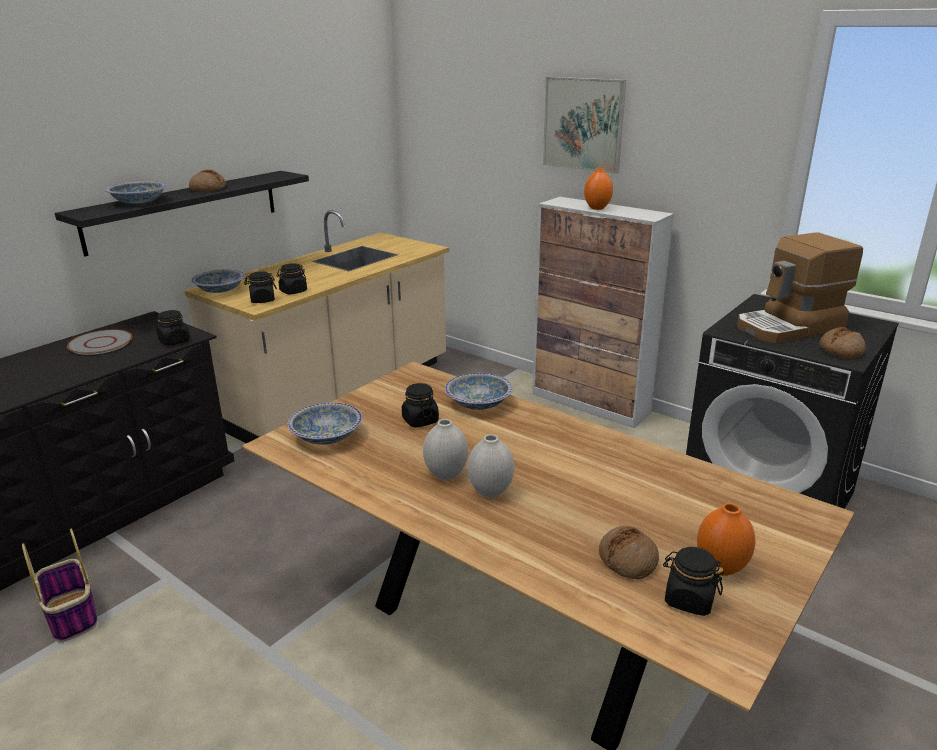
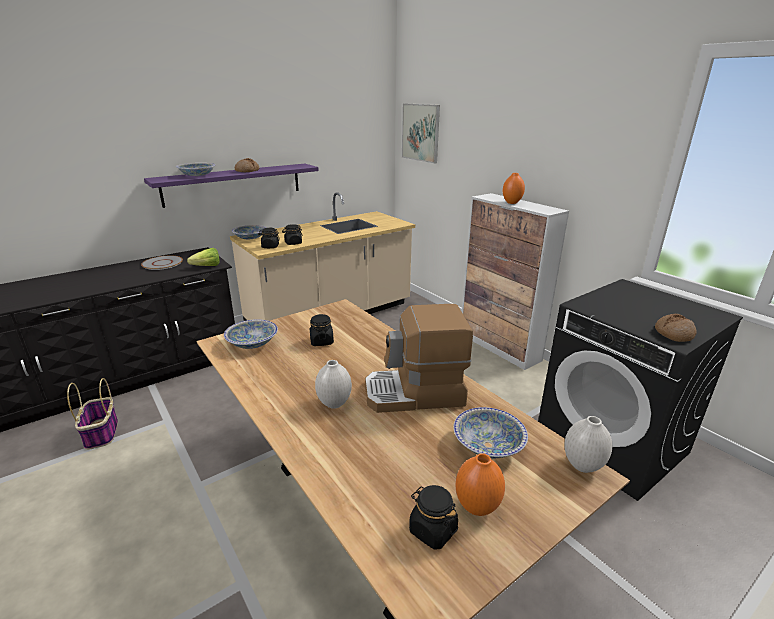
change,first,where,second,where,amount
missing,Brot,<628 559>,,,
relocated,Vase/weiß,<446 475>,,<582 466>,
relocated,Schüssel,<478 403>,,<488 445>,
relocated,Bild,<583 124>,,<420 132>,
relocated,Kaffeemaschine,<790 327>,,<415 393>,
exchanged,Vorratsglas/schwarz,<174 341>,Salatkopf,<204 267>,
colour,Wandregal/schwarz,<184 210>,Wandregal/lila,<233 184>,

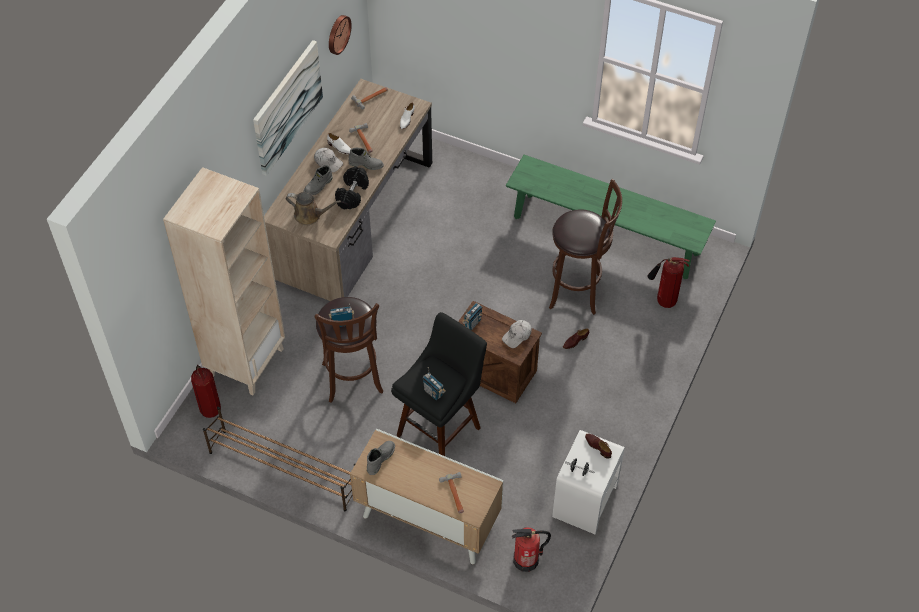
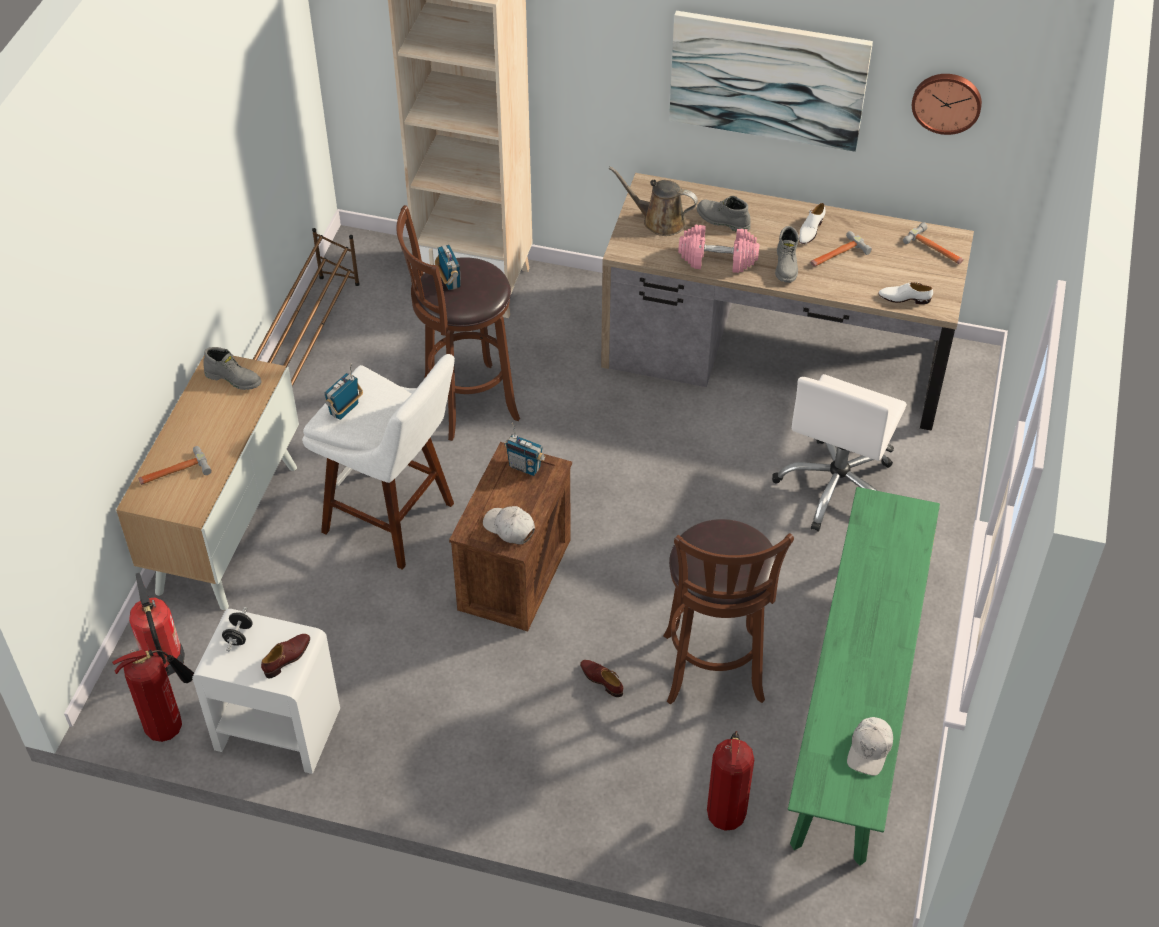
change,first,where,second,where,amount
appeared,,,Bürostuhl/weiß,<837 487>,
relocated,Feuerlöscher,<209 409>,,<169 726>,
relocated,Kappe/weiß,<328 162>,,<869 750>,
colour,Hantel/schwarz,<352 194>,Hantel/rosa,<717 260>,
colour,Hocker/schwarz,<441 428>,Hocker/weiß,<394 520>,
spun,Gießkanne/braun,<310 215>,,<659 221>,105 degrees clockwise

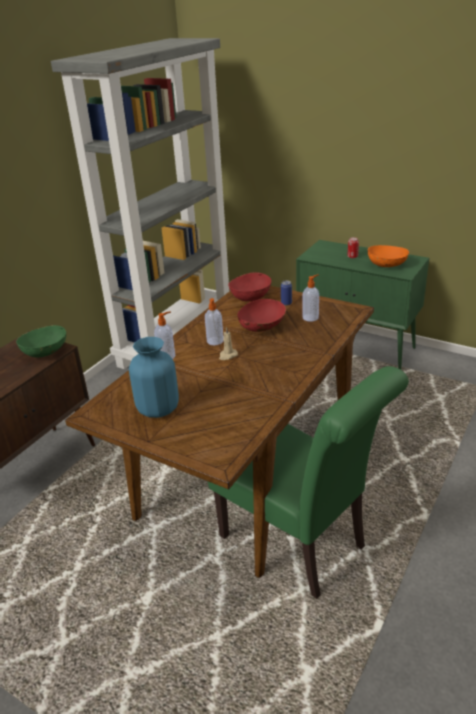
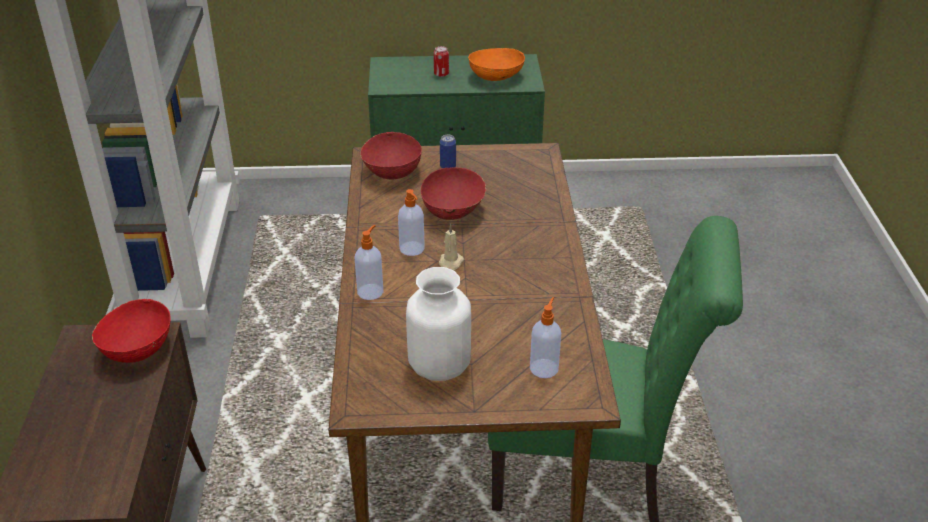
change,first,where,second,where,amount
relocated,Seifenspender,<311 317>,,<544 367>,
colour,Schüssel/grün,<45 352>,Schüssel/rot,<137 348>,
colour,Vase/blau,<158 408>,Vase/weiß,<439 365>,

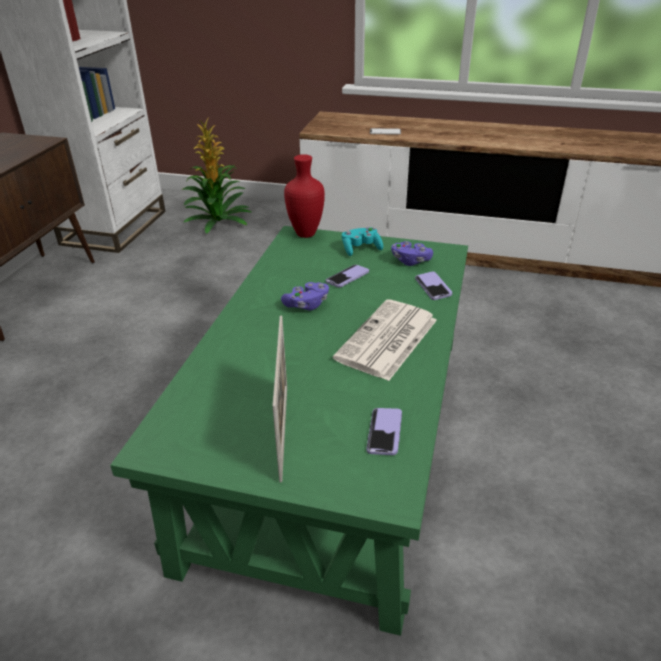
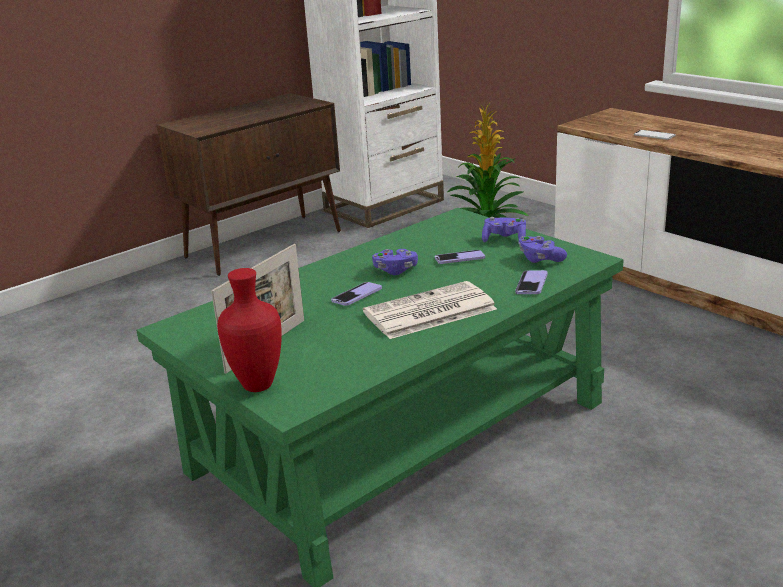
change,first,where,second,where,amount
relocated,Vase/rot,<304 234>,,<255 385>,
relocated,Handy,<384 432>,,<357 295>,
colour,Gamepad/türkis,<361 249>,Gamepad/lila,<504 239>,

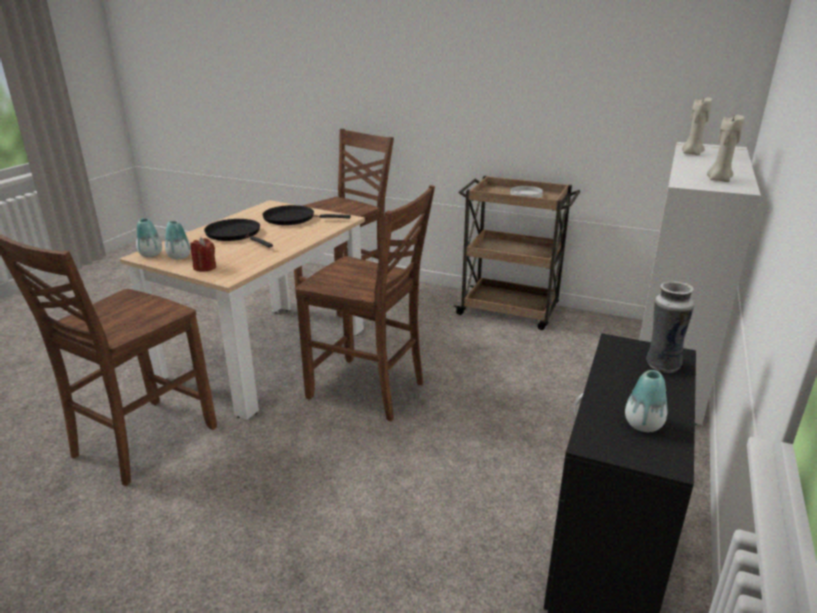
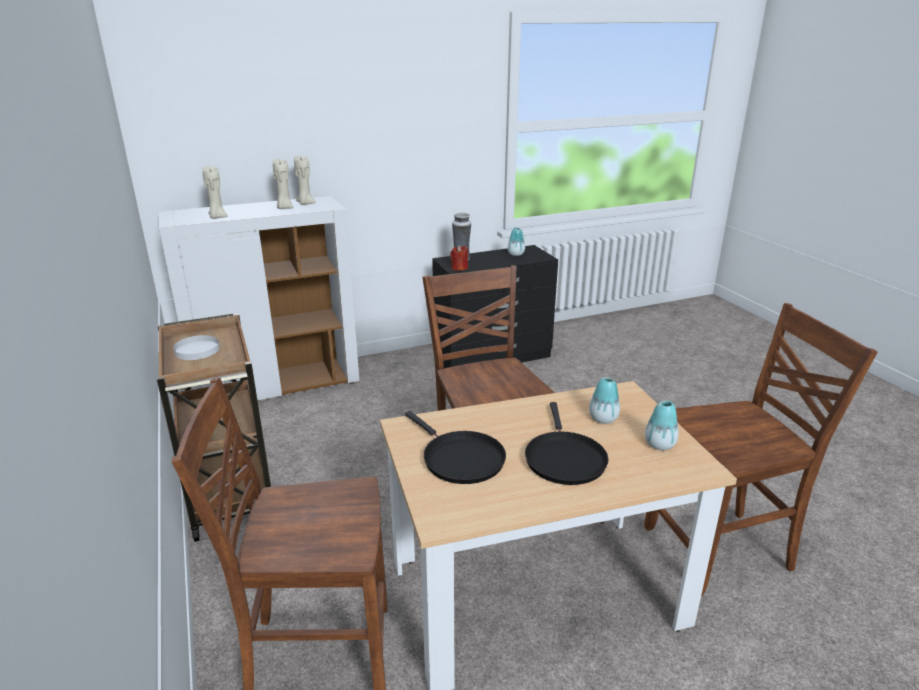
change,first,where,second,where,amount
appeared,,,Kerze/beige,<284 208>,
relocated,Vase,<151 254>,,<603 419>,
relocated,Kerze/rot,<205 267>,,<459 268>,

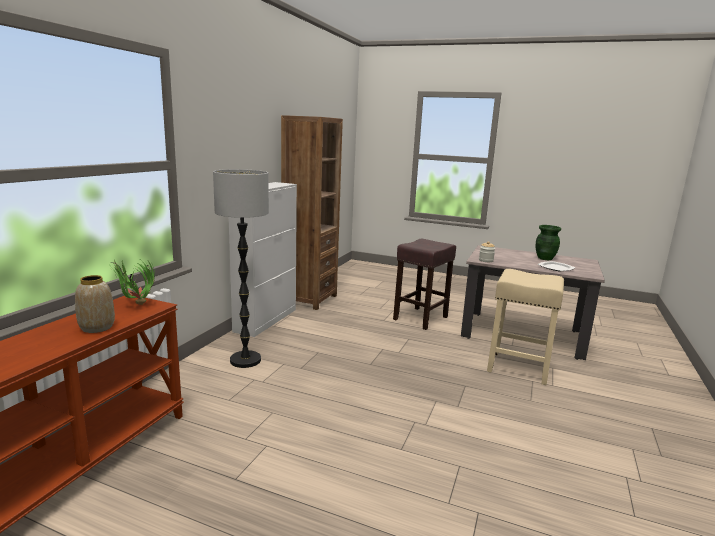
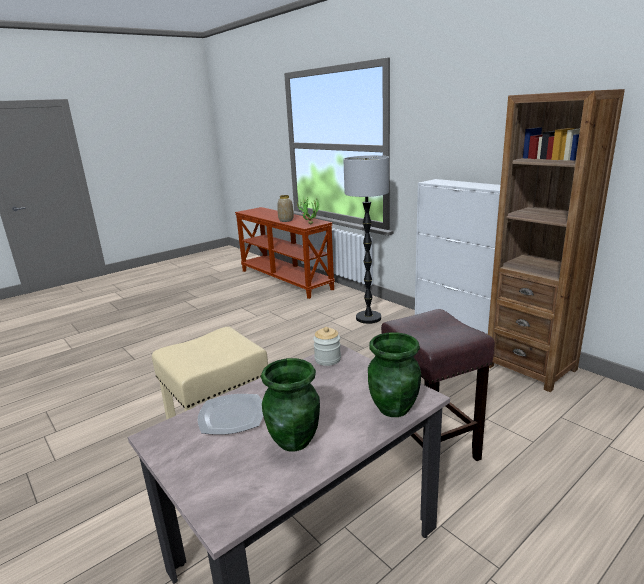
change,first,where,second,where,amount
appeared,,,Vase/grün,<394 408>,

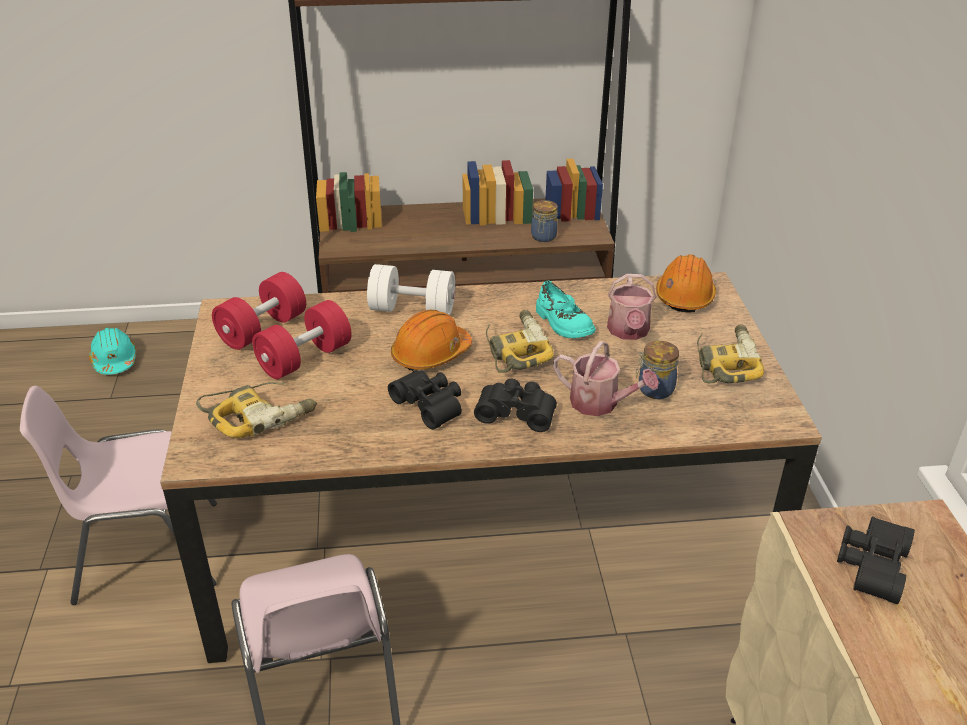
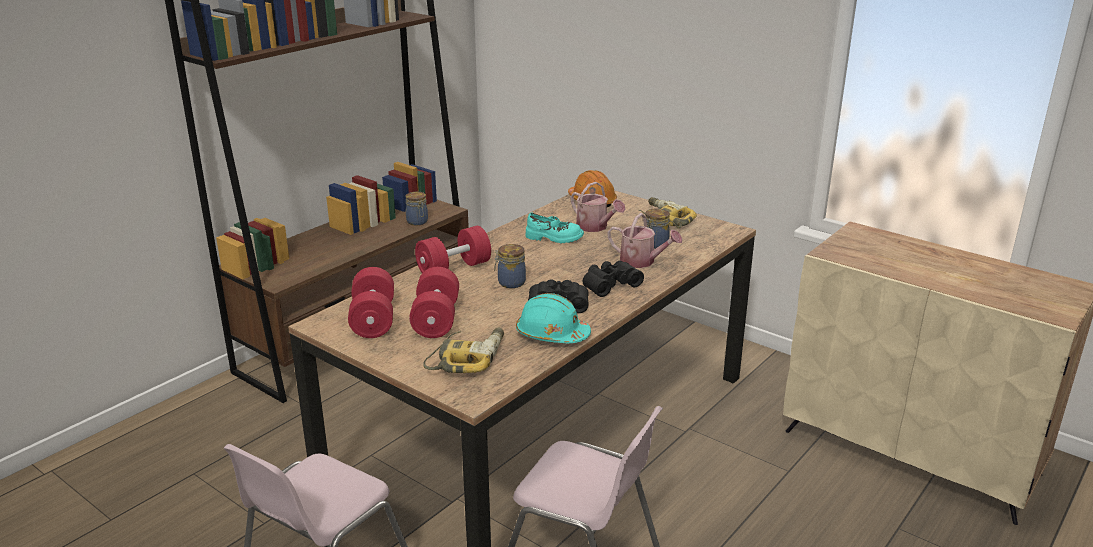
change,first,where,second,where,amount
missing,Bohrmaschine,<514 349>,,,
missing,Fernglas/schwarz,<870 565>,,,
relocated,Schutzhelm/türkis,<114 361>,,<552 334>,
exchanged,Schutzhelm/orange,<431 354>,Vorratsglas,<510 283>,
colour,Hantel/weiß,<412 310>,Hantel/rot,<454 268>,
spun,Gießkanne,<600 403>,,<642 262>,45 degrees clockwise

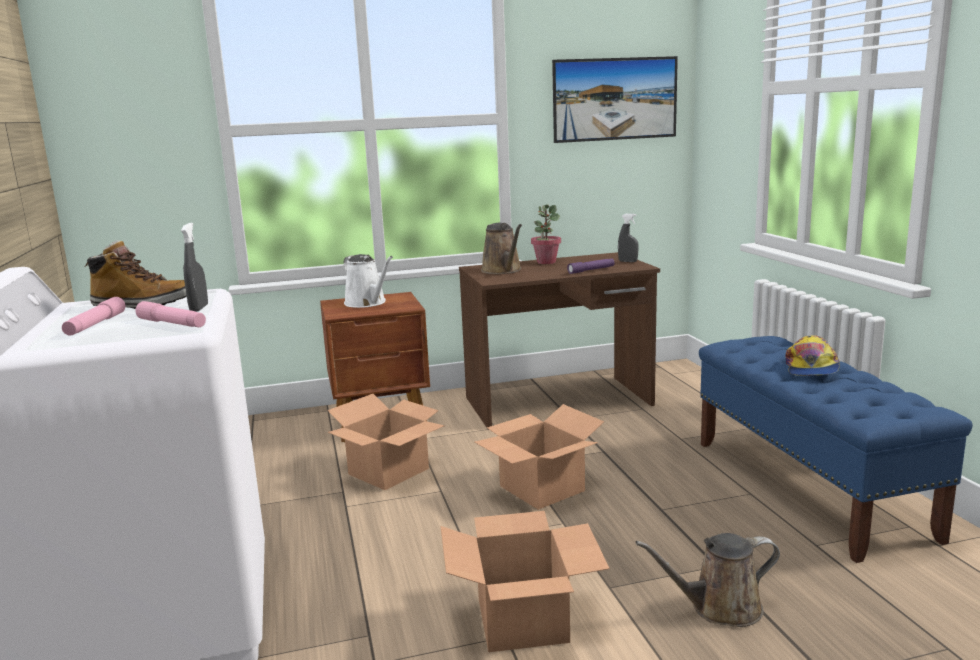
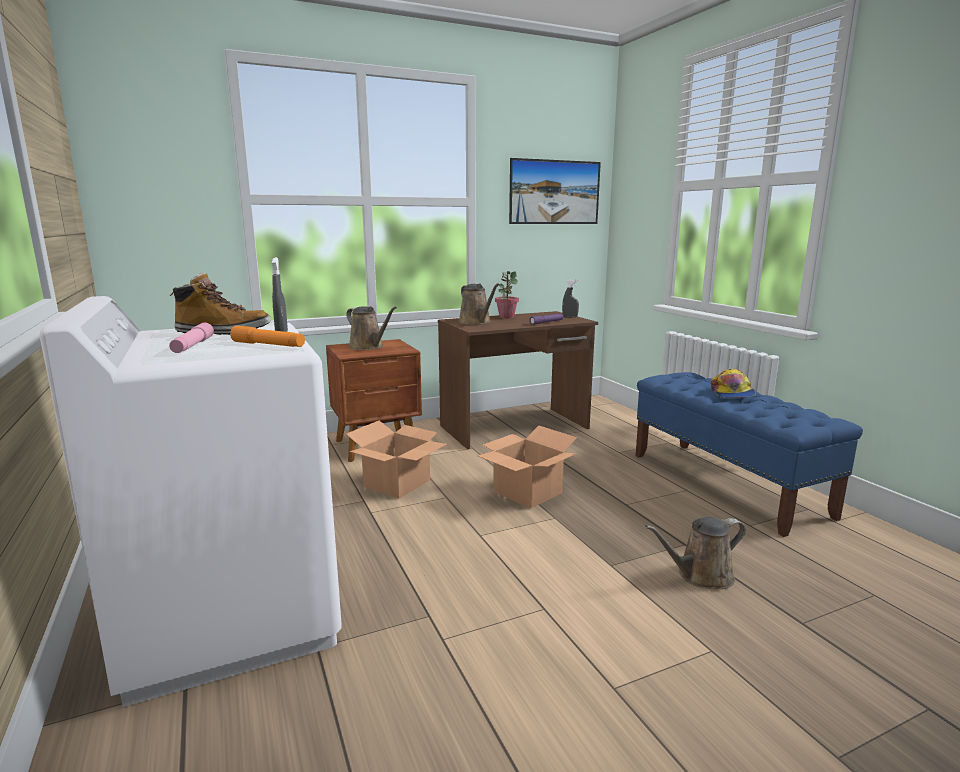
change,first,where,second,where,amount
missing,Karton,<521 619>,,,
colour,Taschenlampe/rosa,<172 323>,Taschenlampe/orange,<268 345>,
colour,Gießkanne/weiß,<367 303>,Gießkanne/braun,<368 347>,

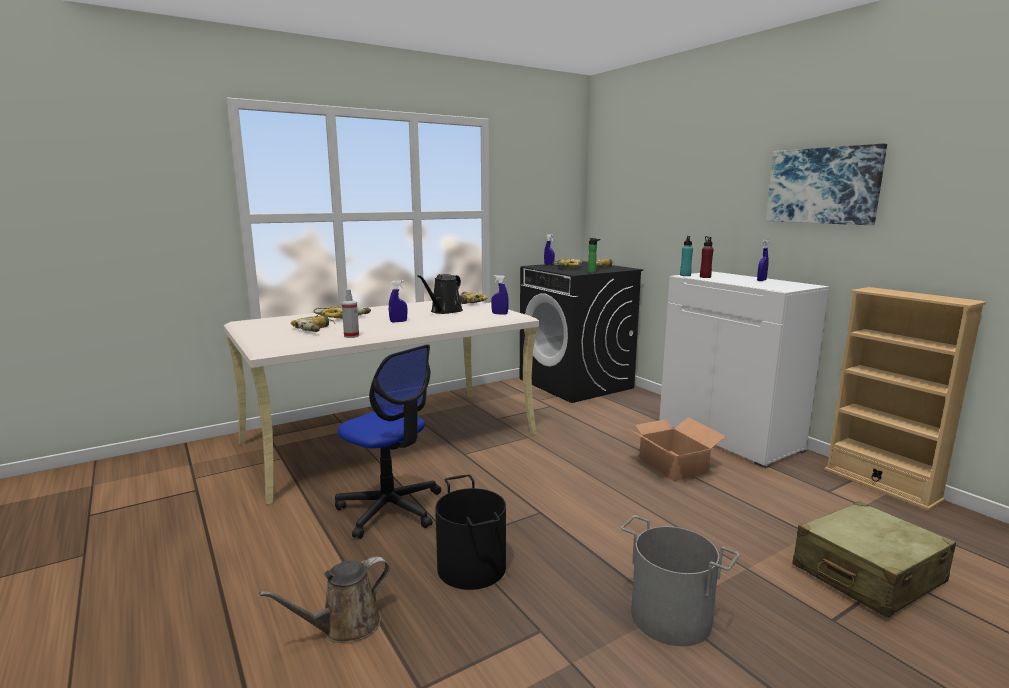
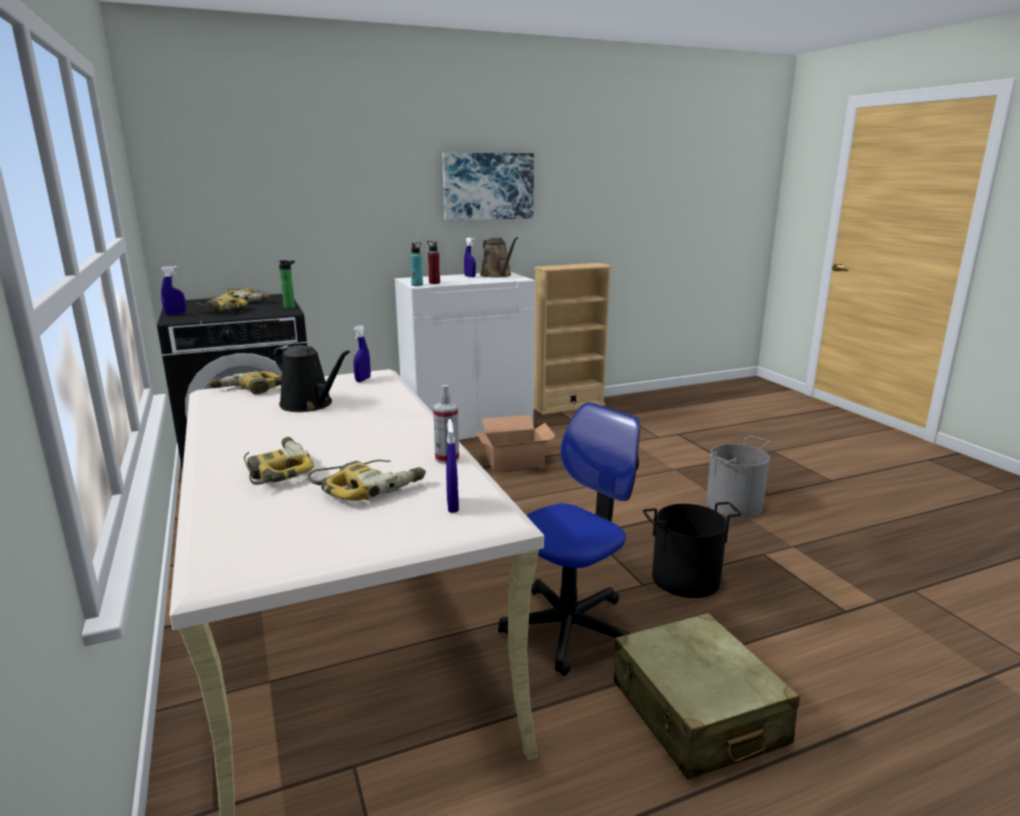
change,first,where,second,where,amount
relocated,Gießkanne/braun,<345 626>,,<497 275>,
relocated,Sprühflasche/blau,<398 321>,,<452 506>,
relocated,Koffer/beige,<867 575>,,<697 713>,

